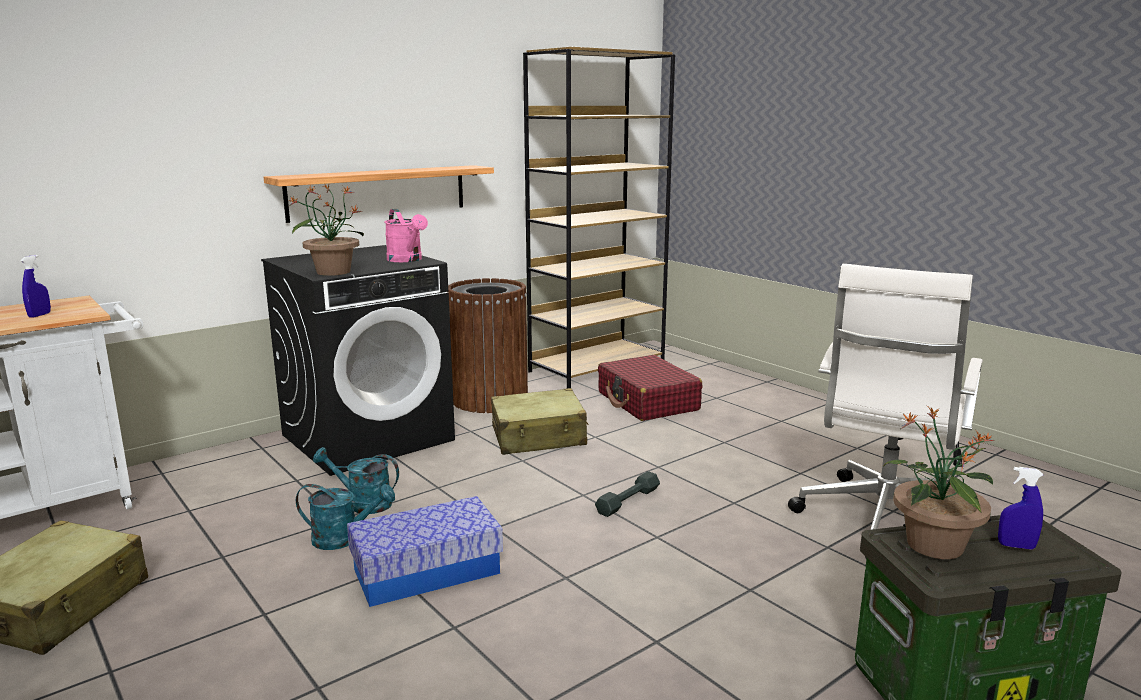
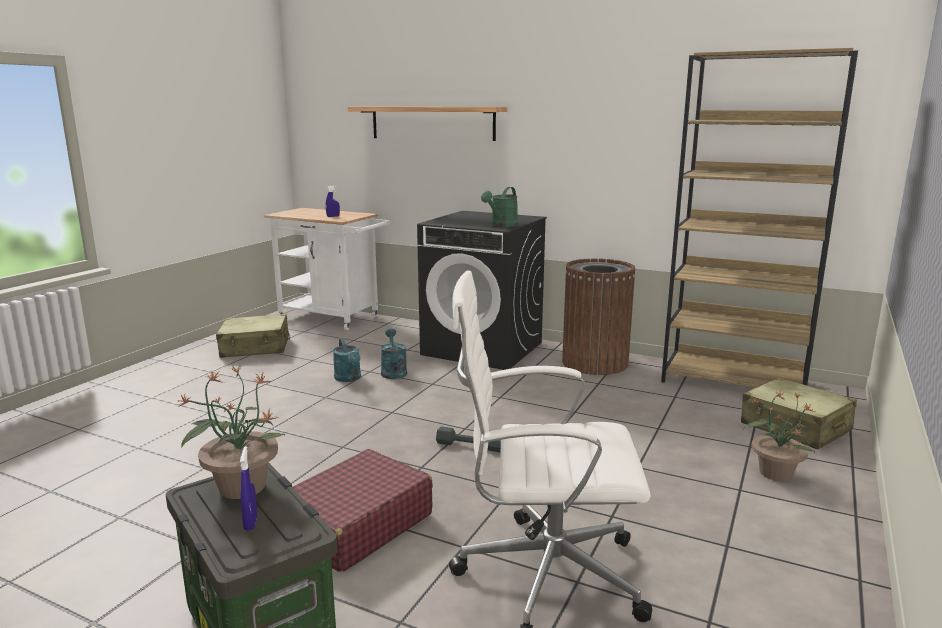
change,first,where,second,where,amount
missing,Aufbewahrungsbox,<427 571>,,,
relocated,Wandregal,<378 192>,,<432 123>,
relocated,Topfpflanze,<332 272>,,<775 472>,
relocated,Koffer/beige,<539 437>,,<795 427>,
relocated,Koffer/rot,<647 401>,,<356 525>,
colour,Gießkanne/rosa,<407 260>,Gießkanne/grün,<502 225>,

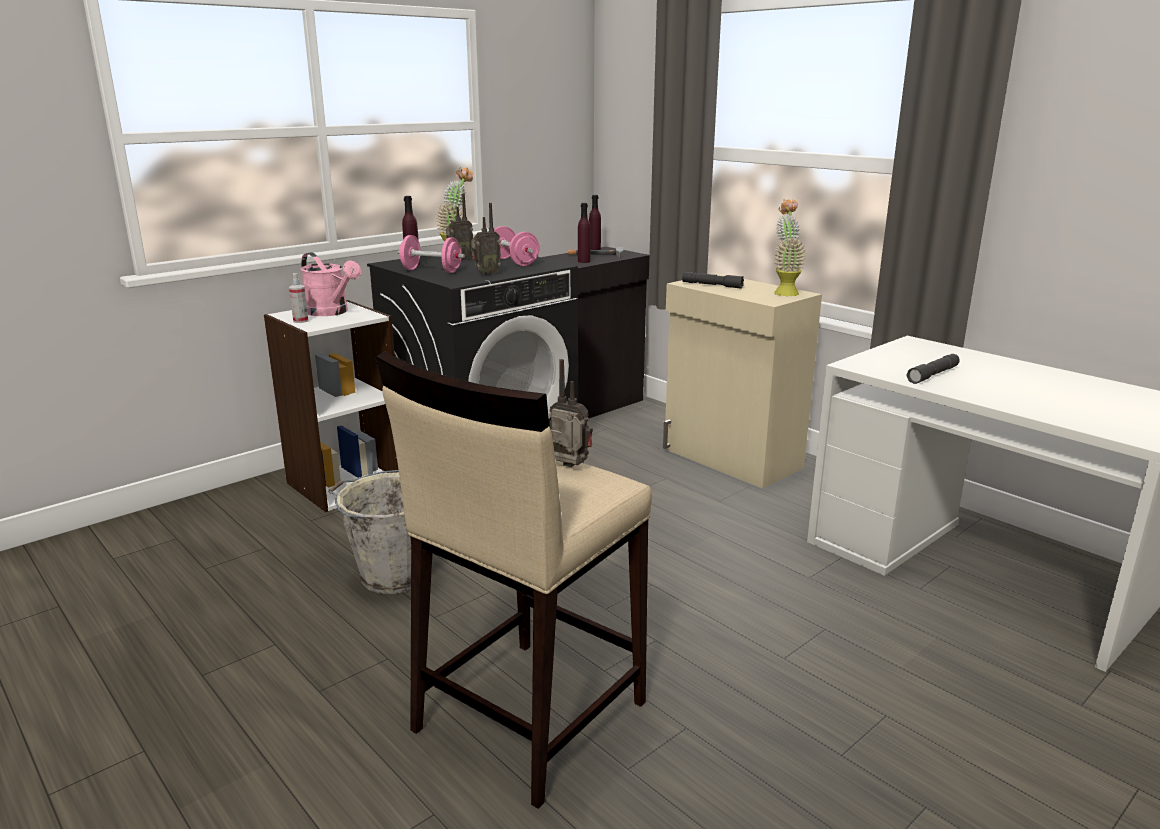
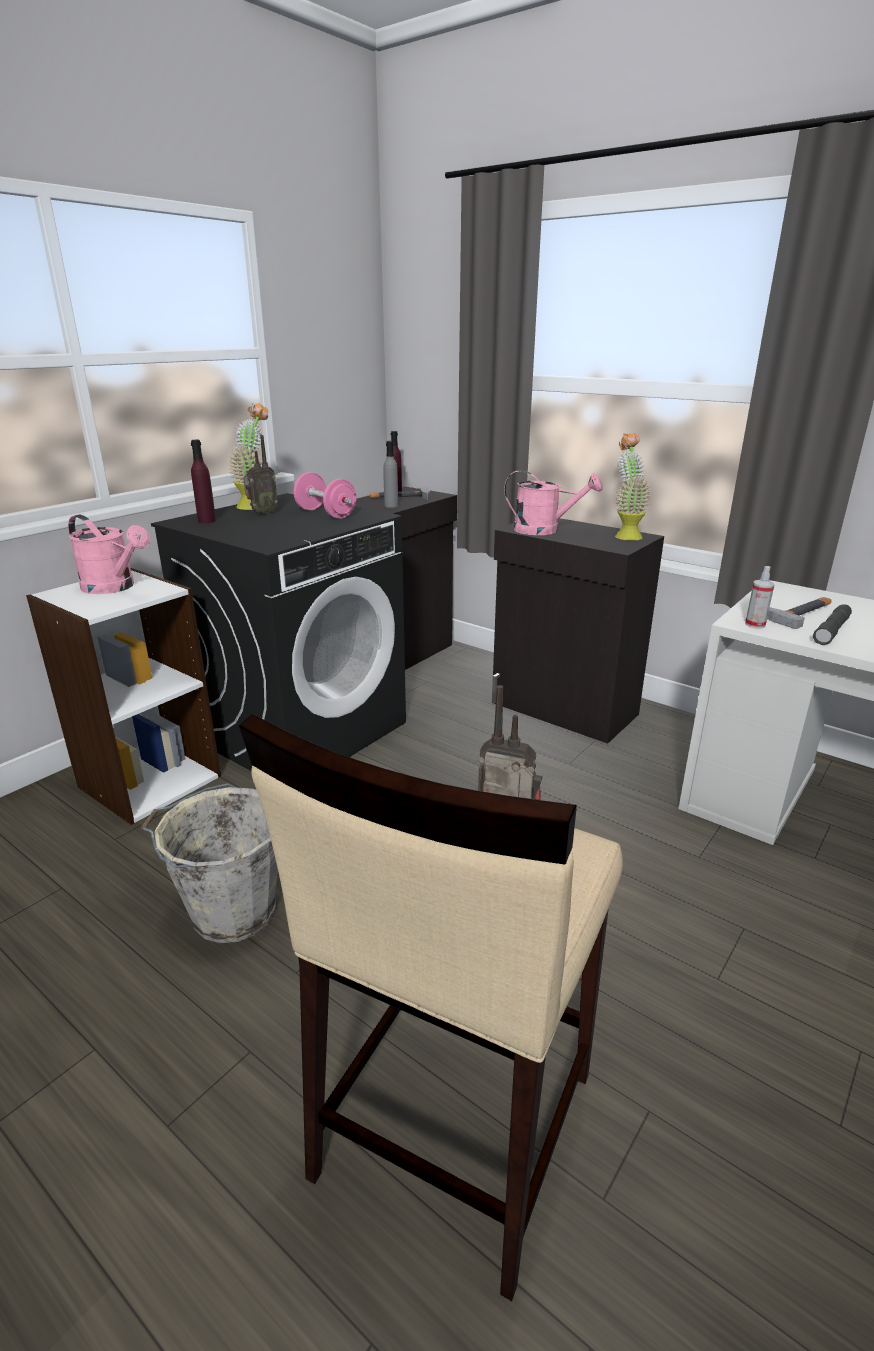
change,first,where,second,where,amount
missing,Hantel/rosa,<431 271>,,,
missing,Radio,<485 274>,,,
appeared,,,Hammer,<799 613>,
relocated,Sprühflasche,<300 321>,,<755 625>,
exchanged,Taschenlampe/grau,<712 285>,Gießkanne/rosa,<544 530>,
colour,Flasche/lila,<584 261>,Flasche/grau,<391 505>,
colour,Schrank/beige,<731 459>,Schrank/schwarz,<563 709>,

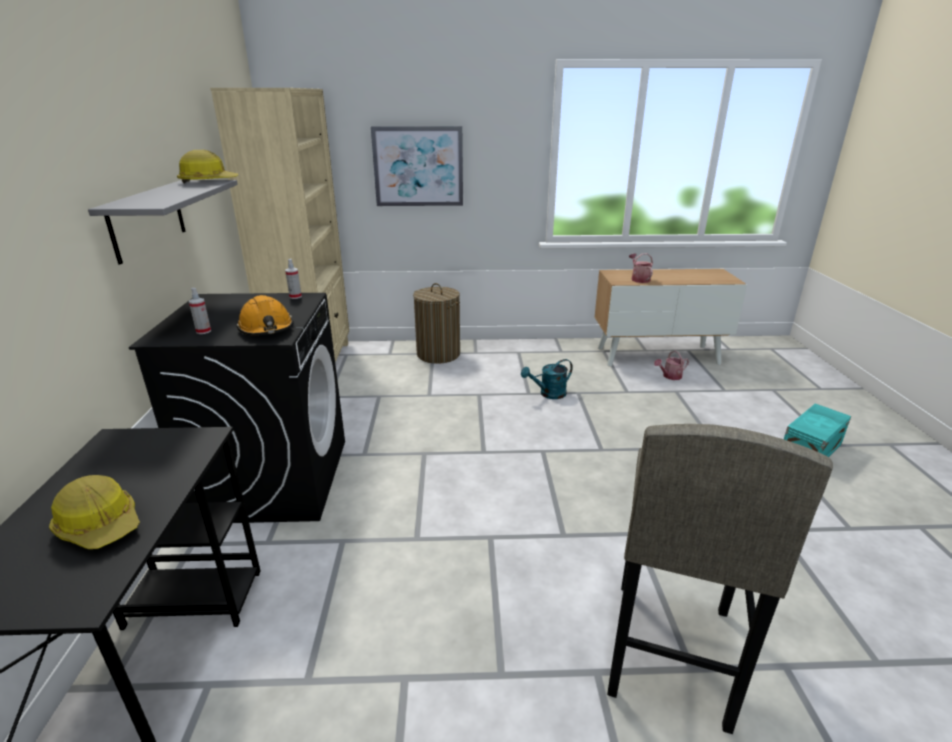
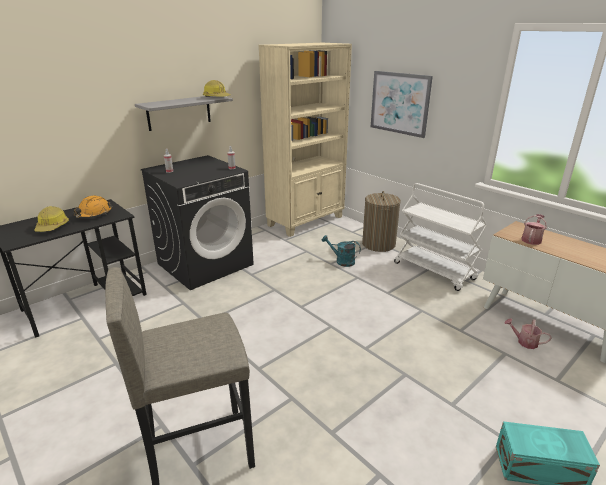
change,first,where,second,where,amount
appeared,,,Rollwagen/weiß,<434 271>,
relocated,Schutzhelm/orange,<267 329>,,<93 214>,
relocated,Gießkanne/türkis,<548 394>,,<341 261>,

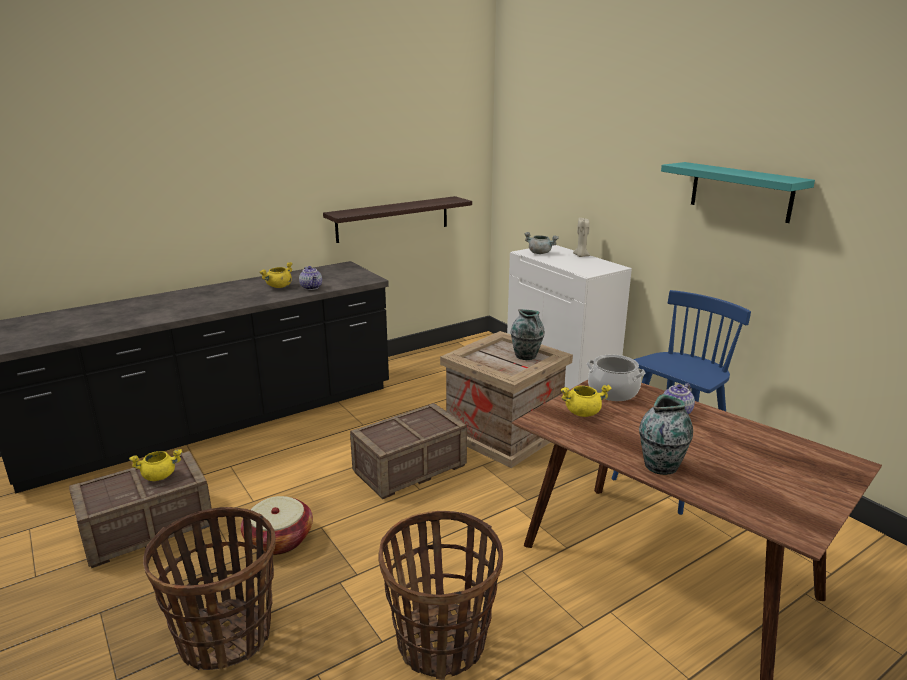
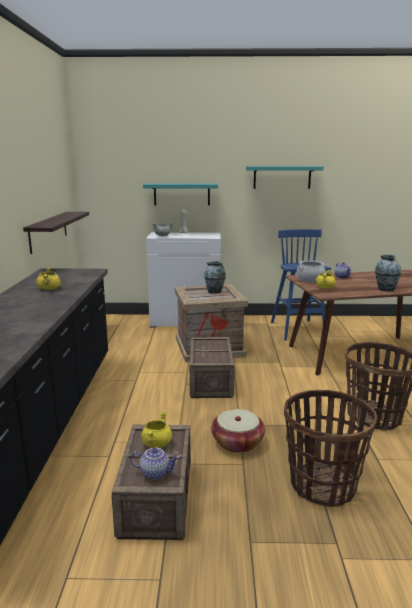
change,first,where,second,where,amount
appeared,,,Wandregal/türkis,<181 194>,
relocated,Teekanne,<312 287>,,<155 473>,

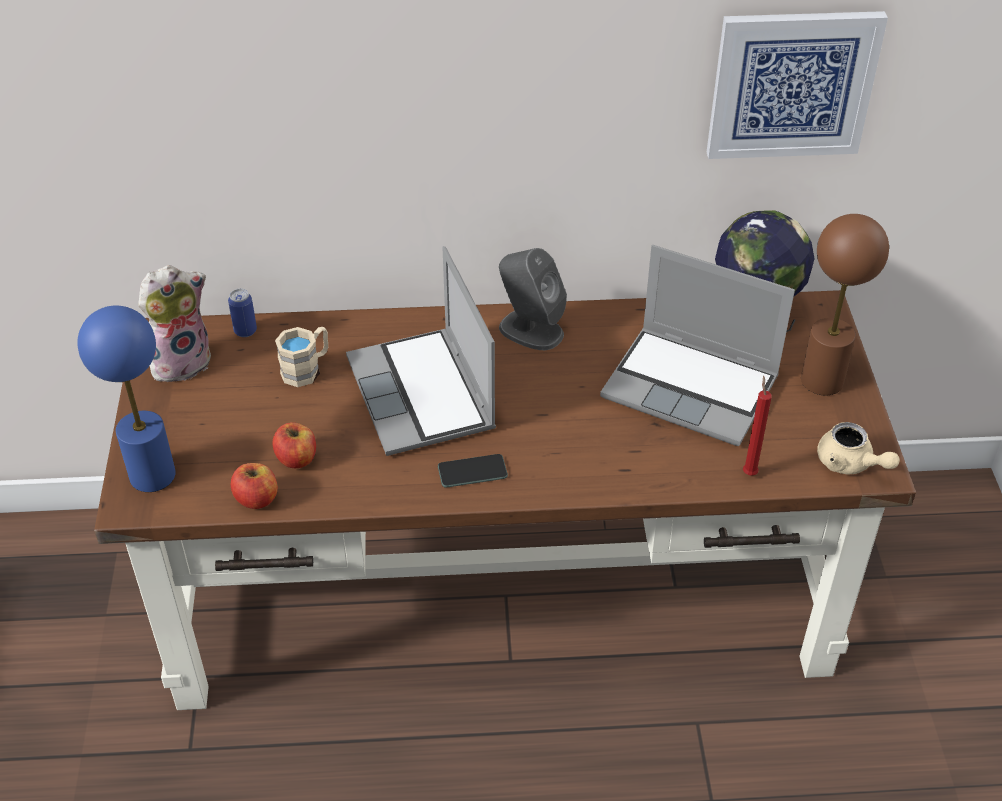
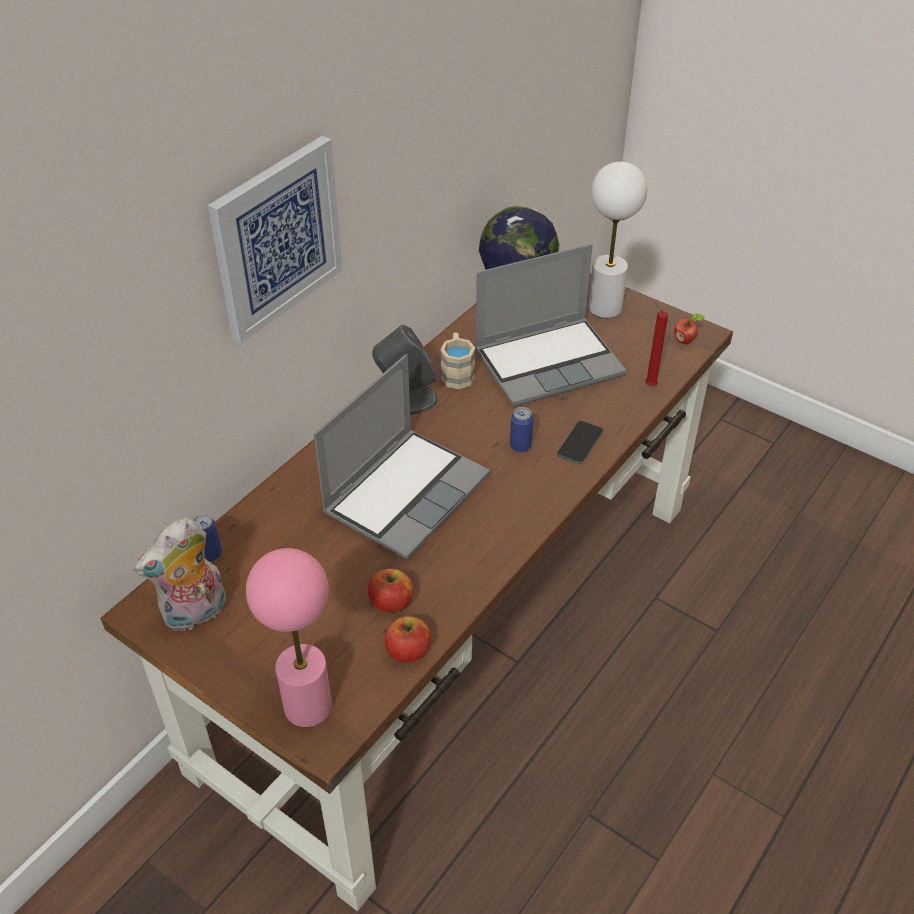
change,first,where,second,where,amount
appeared,,,Dose,<520 446>,
relocated,Henkelbecher/beige,<307 368>,,<457 373>,
relocated,Handy,<472 471>,,<580 443>,
relocated,Bild,<792 84>,,<276 238>,
exchanged,Teekanne/beige,<850 464>,Apfel,<685 341>,
colour,Tischlampe/blau,<152 476>,Tischlampe/rosa,<308 706>,
colour,Tischlampe/braun,<822 380>,Tischlampe/weiß,<604 307>,
spun,Plüschtier,<182 361>,,<195 614>,135 degrees counterclockwise
spun,Laptop,<423 395>,,<406 493>,75 degrees counterclockwise

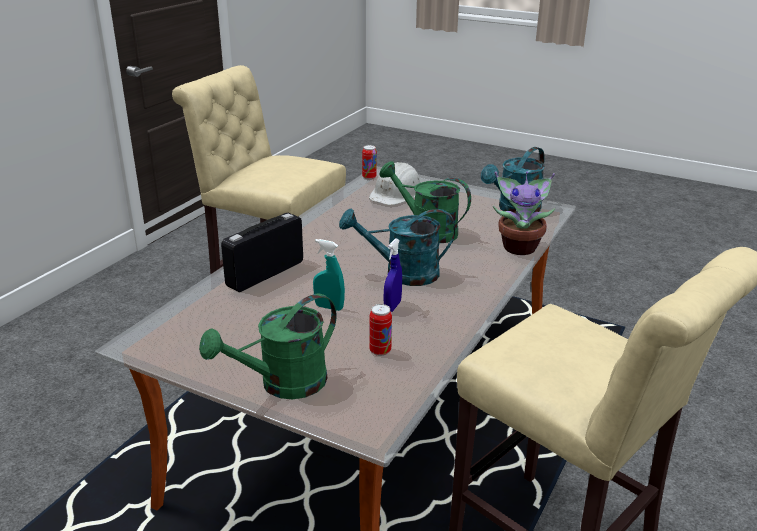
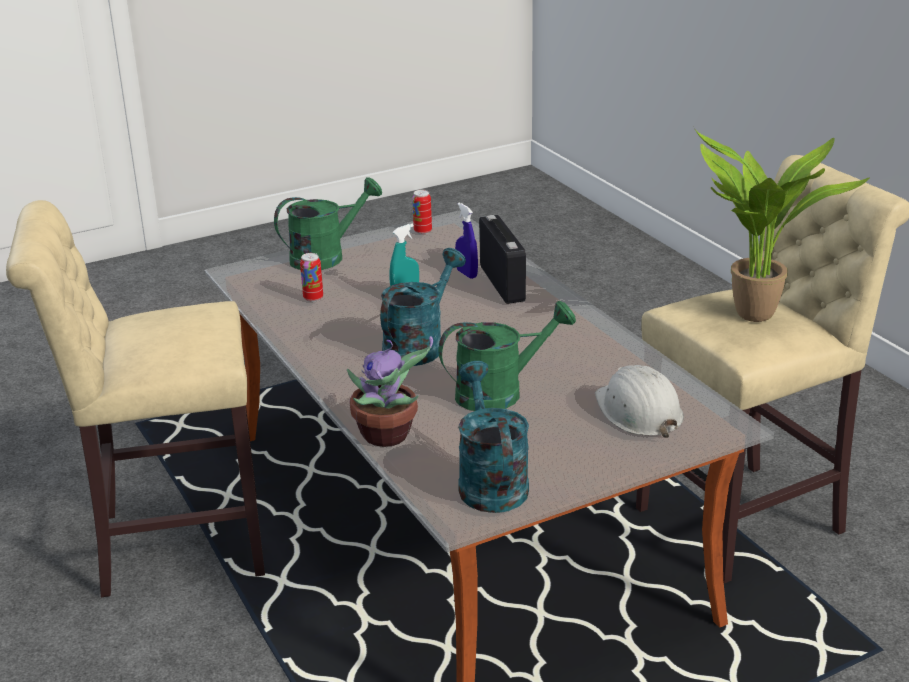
change,first,where,second,where,amount
appeared,,,Topfpflanze,<754 318>,
relocated,Dose,<369 177>,,<422 231>,
relocated,Sprühflasche/blau,<392 306>,,<466 274>,
spun,Gießkanne/grün,<283 384>,,<326 256>,60 degrees clockwise

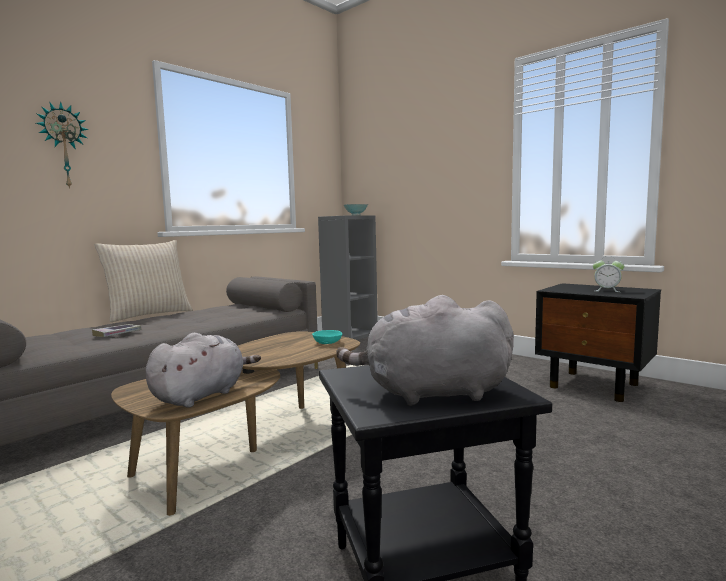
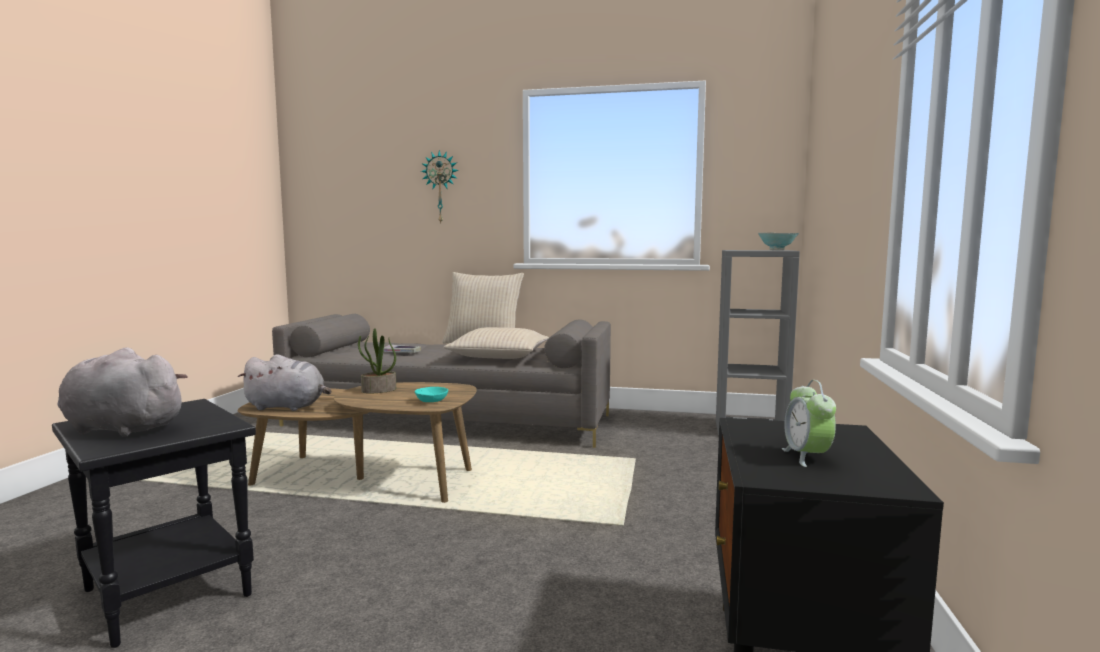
change,first,where,second,where,amount
appeared,,,Topfpflanze,<378 390>,
appeared,,,Kissen/beige,<499 356>,
spun,Plüschtier/grau,<430 393>,,<120 428>,45 degrees counterclockwise

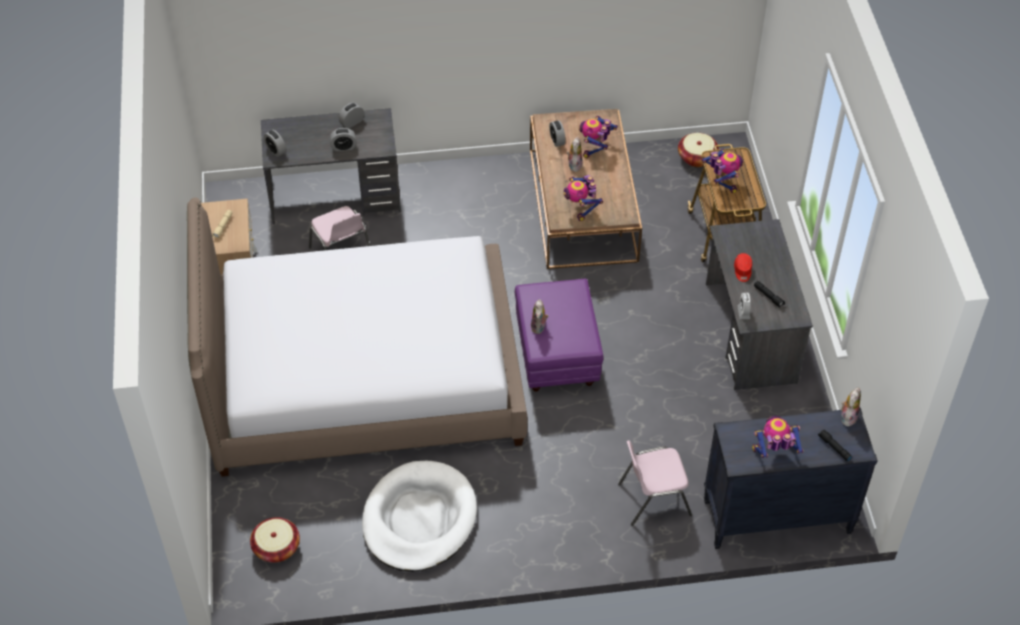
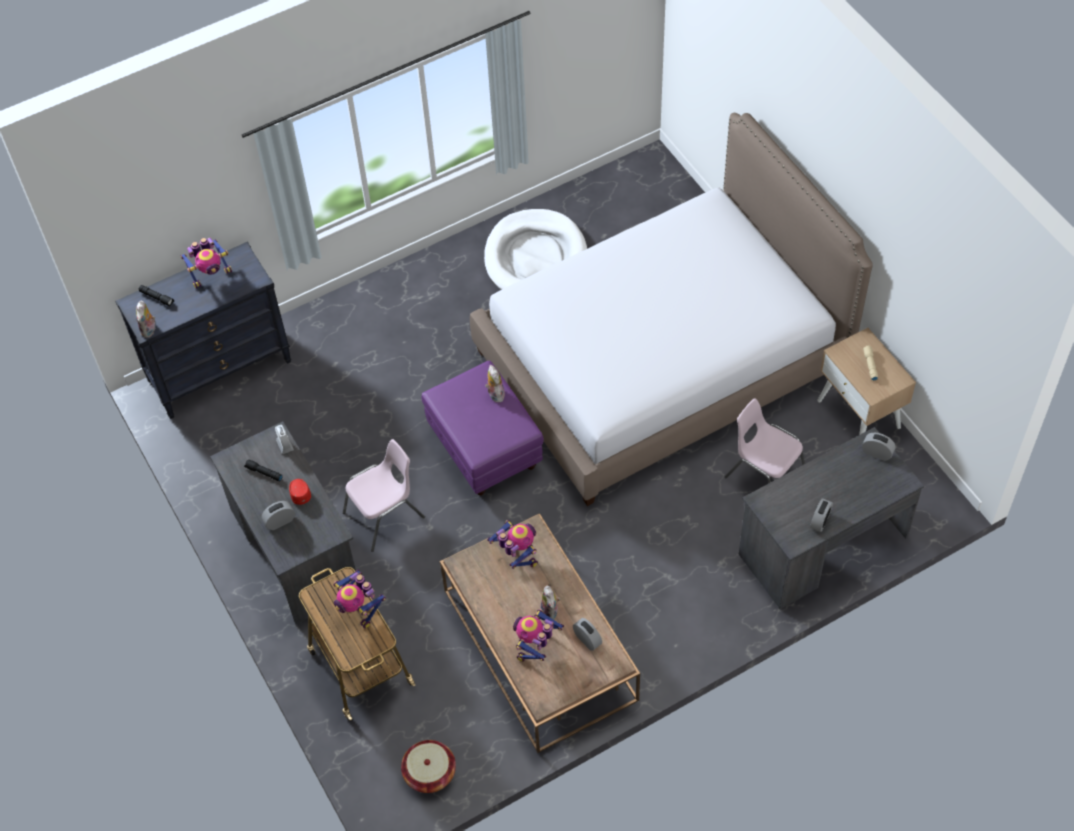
change,first,where,second,where,amount
missing,Korb,<276 547>,,,
relocated,Wecker,<343 147>,,<280 521>,
relocated,Stuhl/rosa,<653 499>,,<385 515>,
spun,Spielzeugroboter,<596 148>,,<536 646>,150 degrees counterclockwise

